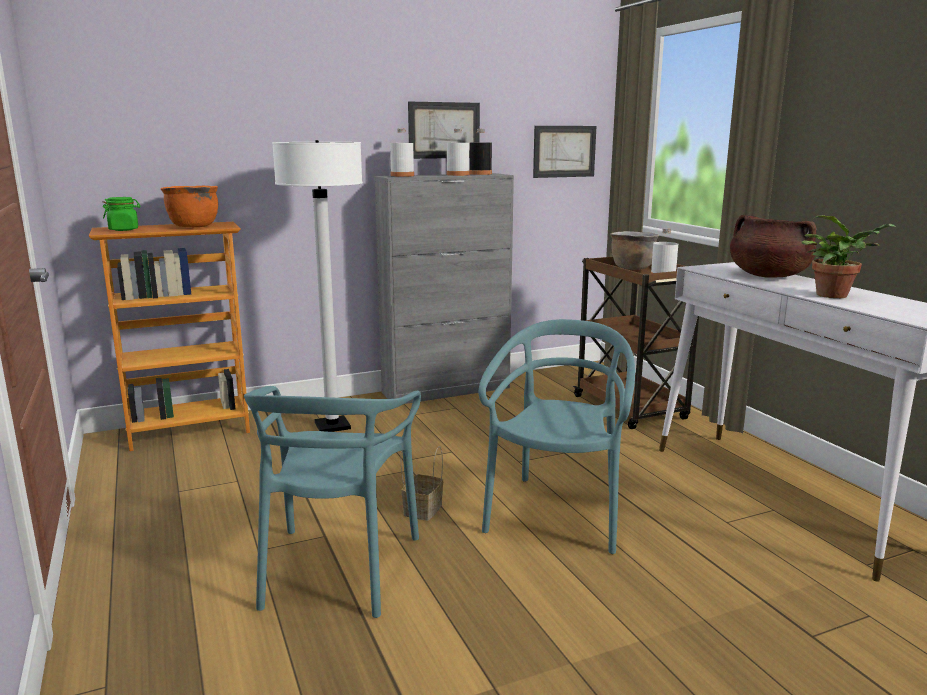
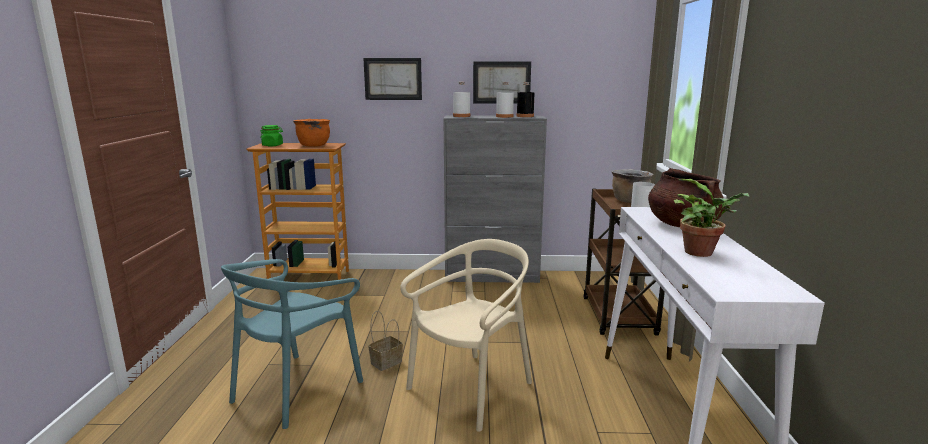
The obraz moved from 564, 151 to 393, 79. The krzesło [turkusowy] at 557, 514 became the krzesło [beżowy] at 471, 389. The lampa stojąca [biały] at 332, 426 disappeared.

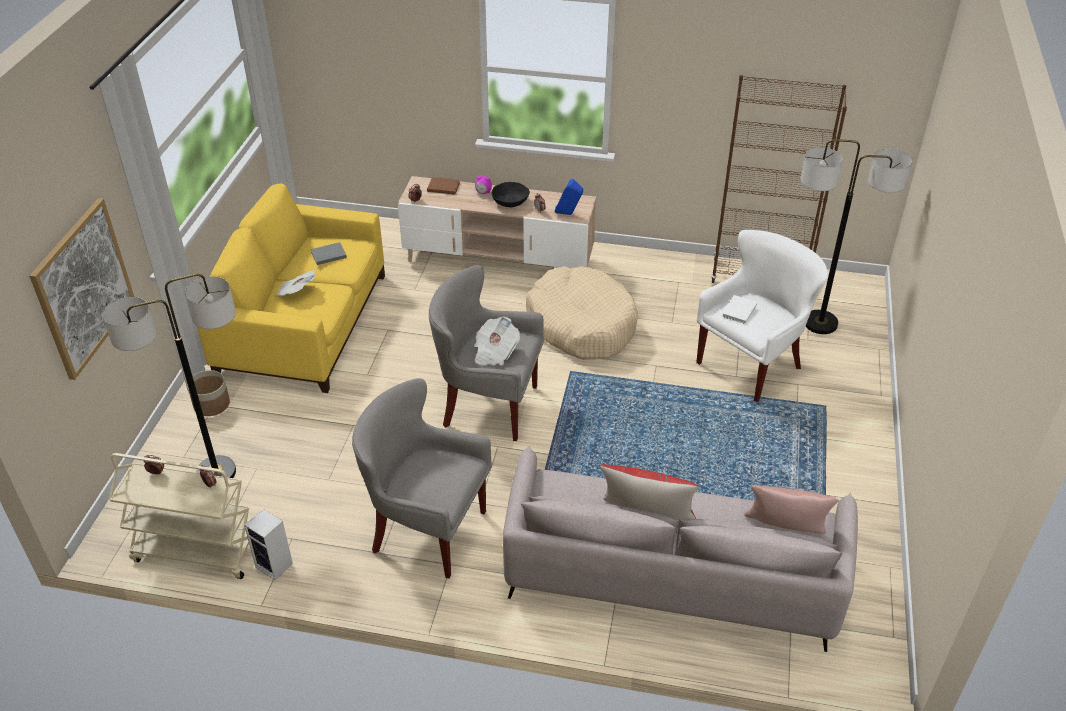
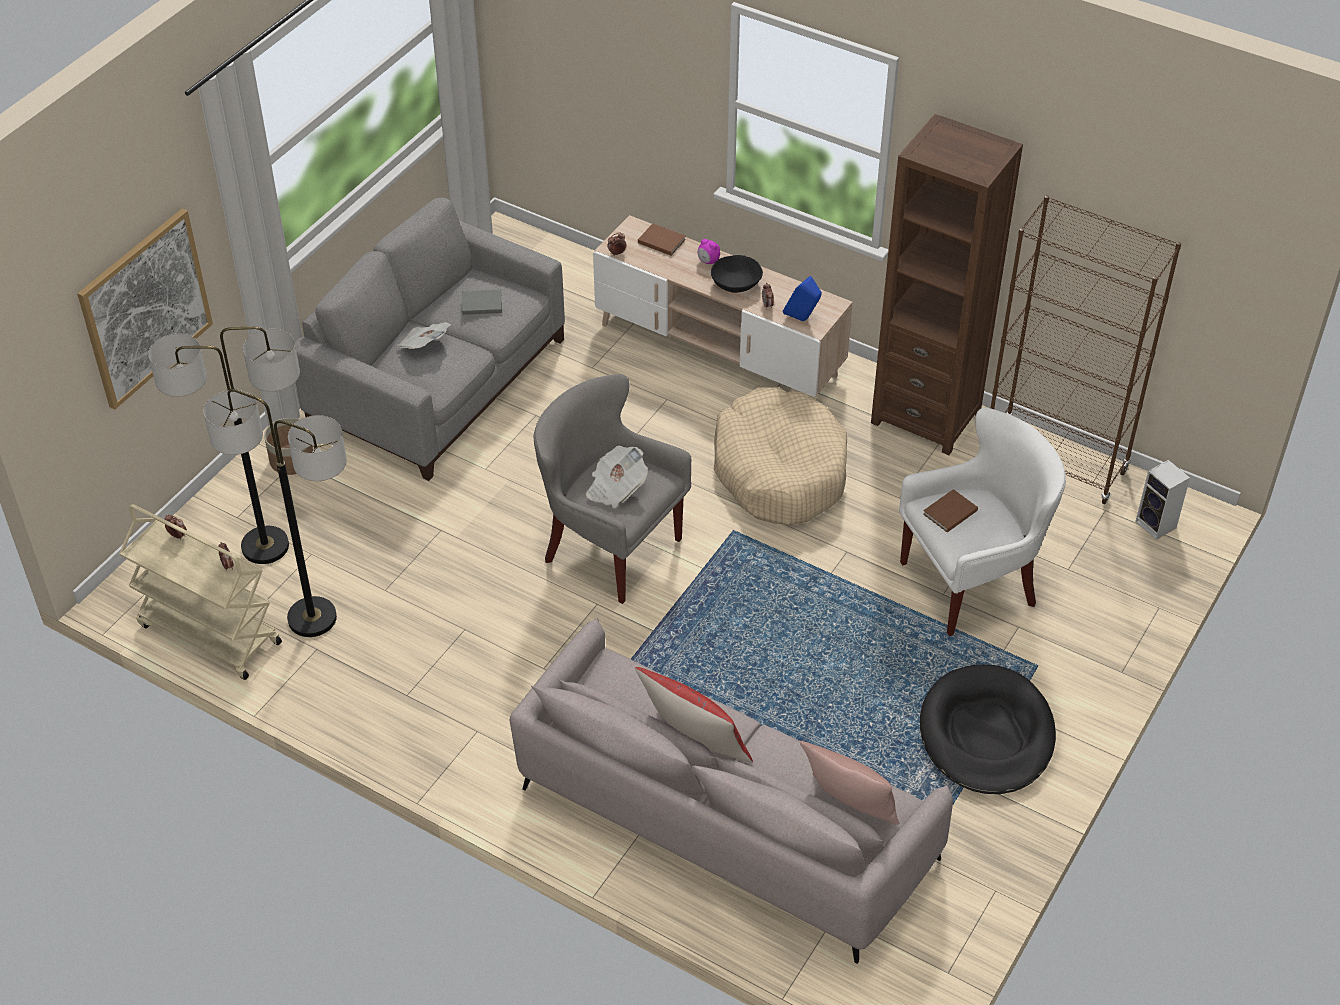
The lampa stojąca moved from 820, 323 to 312, 618. The kanapa [żółty] at 304, 323 became the kanapa [szary] at 439, 381. The regał [brązowy] at 926, 417 appeared. The legowisko [czarny] at 986, 734 appeared. The książka [biały] at 738, 311 became the książka [brązowy] at 948, 512. The głośnik moved from 275, 565 to 1157, 525. The fotel [szary] at 427, 530 disappeared.

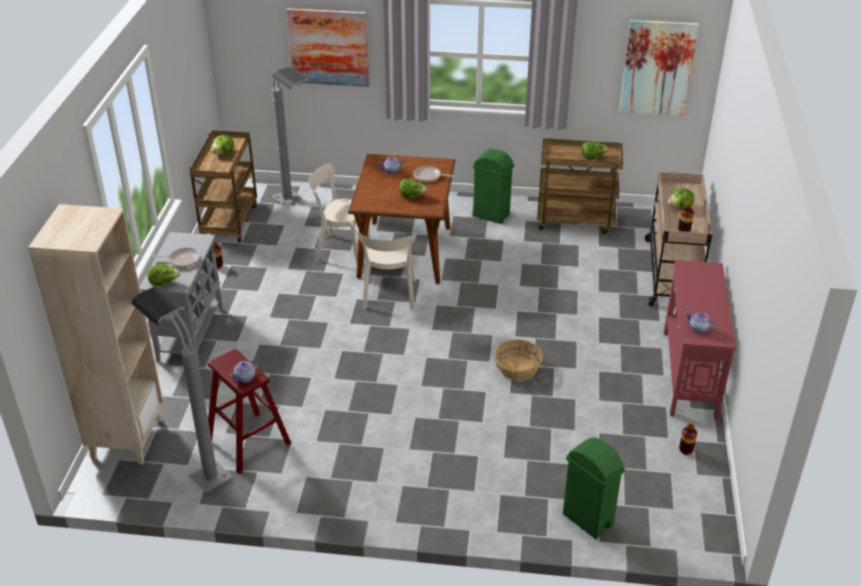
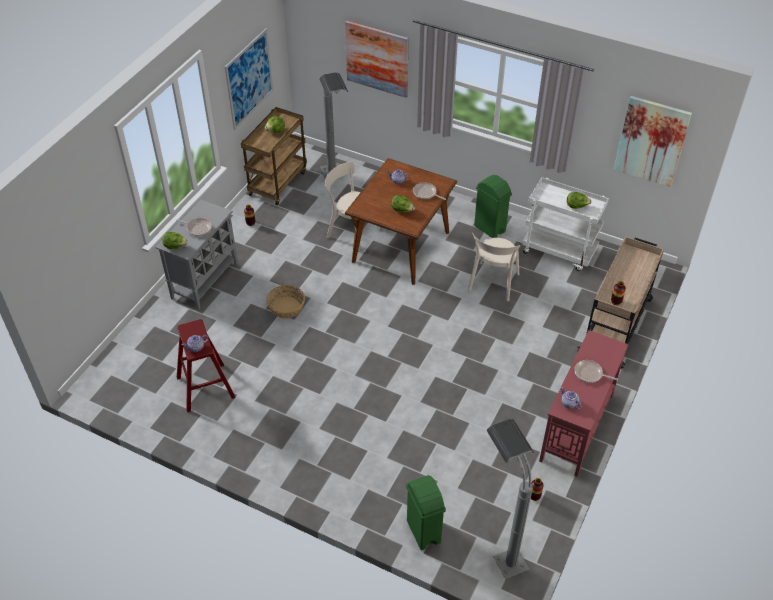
The obraz at 249, 79 appeared. The koszyk moved from 517, 368 to 286, 307. The krzesło [beżowy] moved from 389, 297 to 493, 284. The lampa stojąca [szary] moved from 198, 467 to 501, 548. The wózek [brązowy] at 575, 220 became the wózek [biały] at 559, 251. The patelnia at 590, 374 appeared. The regał [beżowy] at 127, 438 disappeared. The sałata at 680, 208 disappeared.

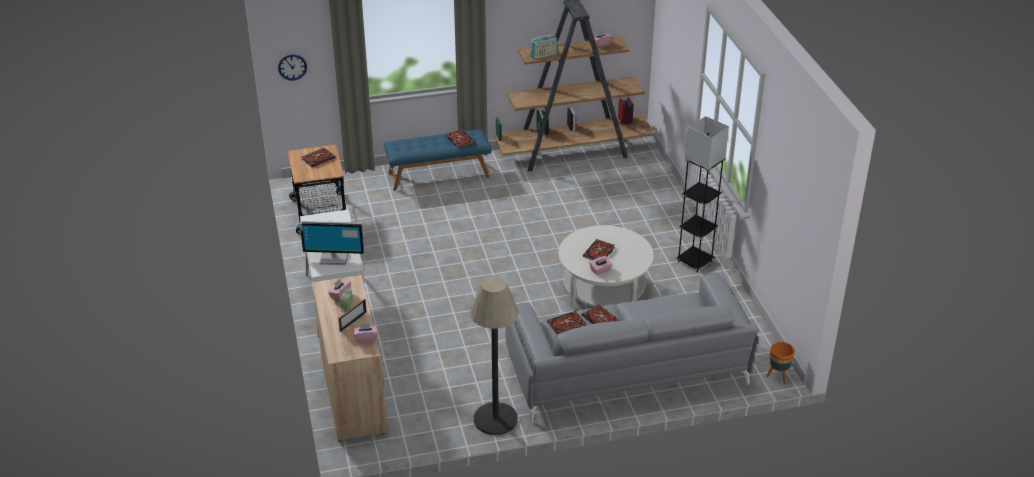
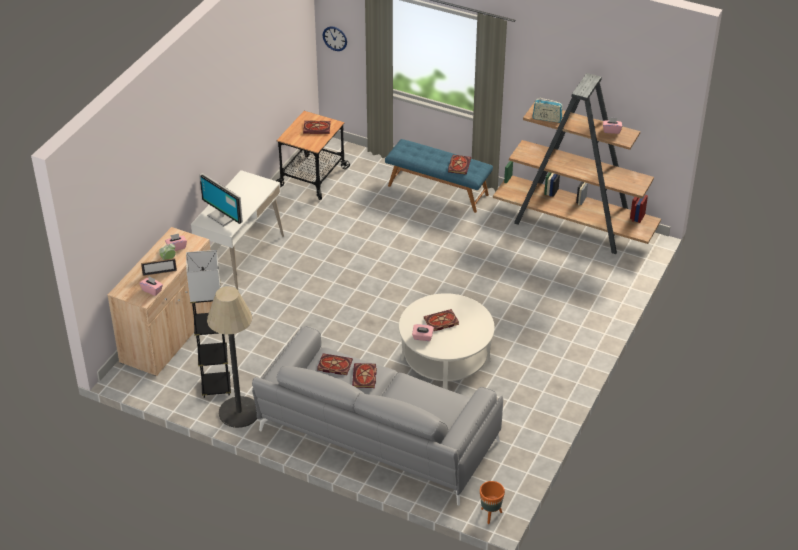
The lampa stojąca [czarny] moved from 694, 261 to 216, 387.

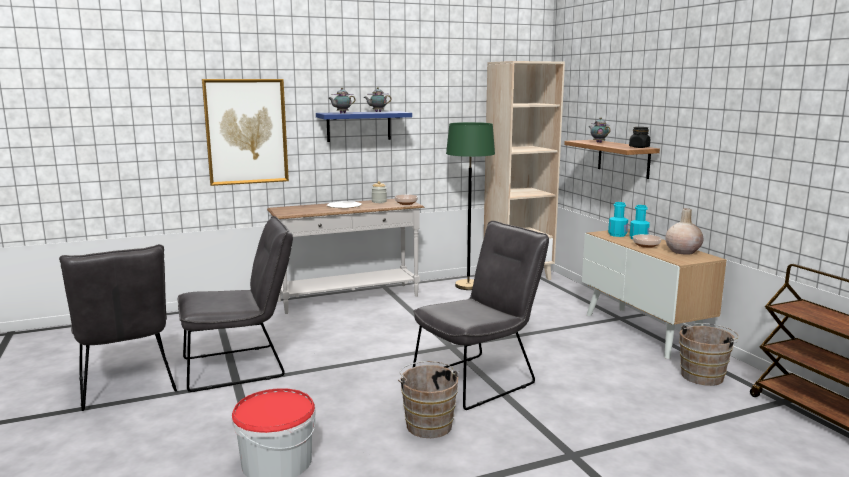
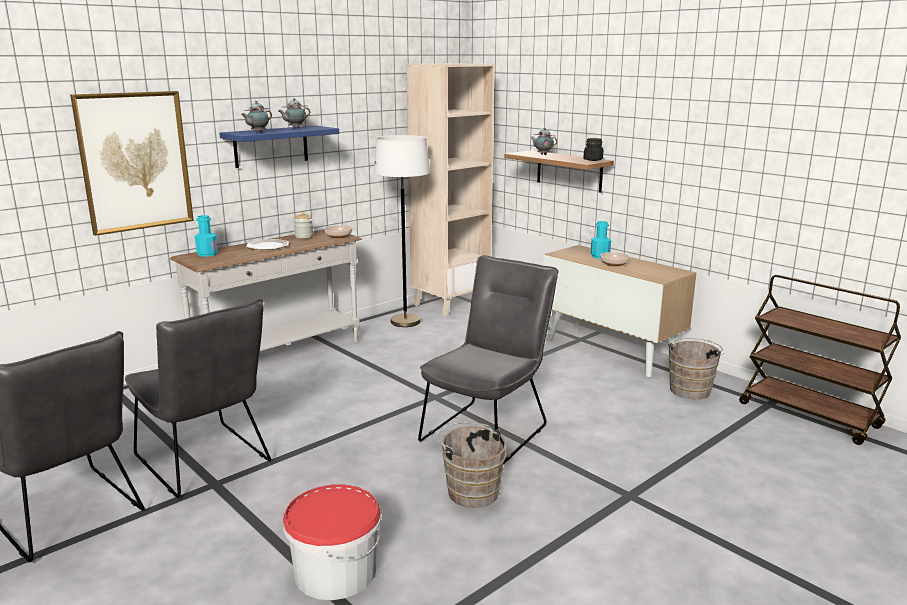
The krzesło [szary] at 241, 366 turned 90 degrees clockwise. The butelka [turkusowy] moved from 617, 235 to 207, 254. The lampa stojąca [zielony] at 468, 286 became the lampa stojąca [biały] at 405, 322. The wazon [beżowy] at 682, 251 disappeared.

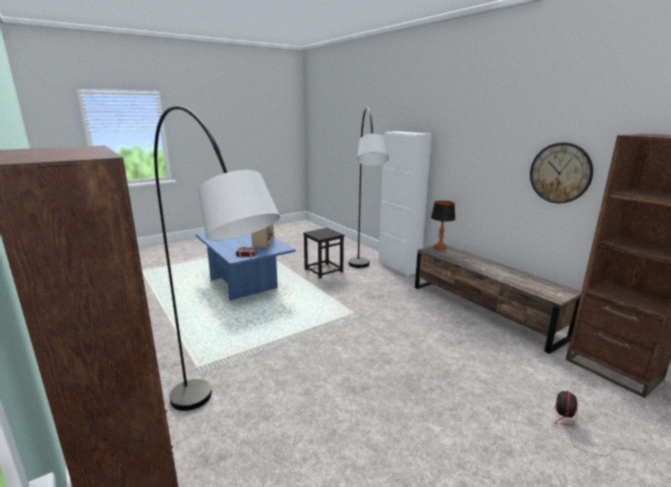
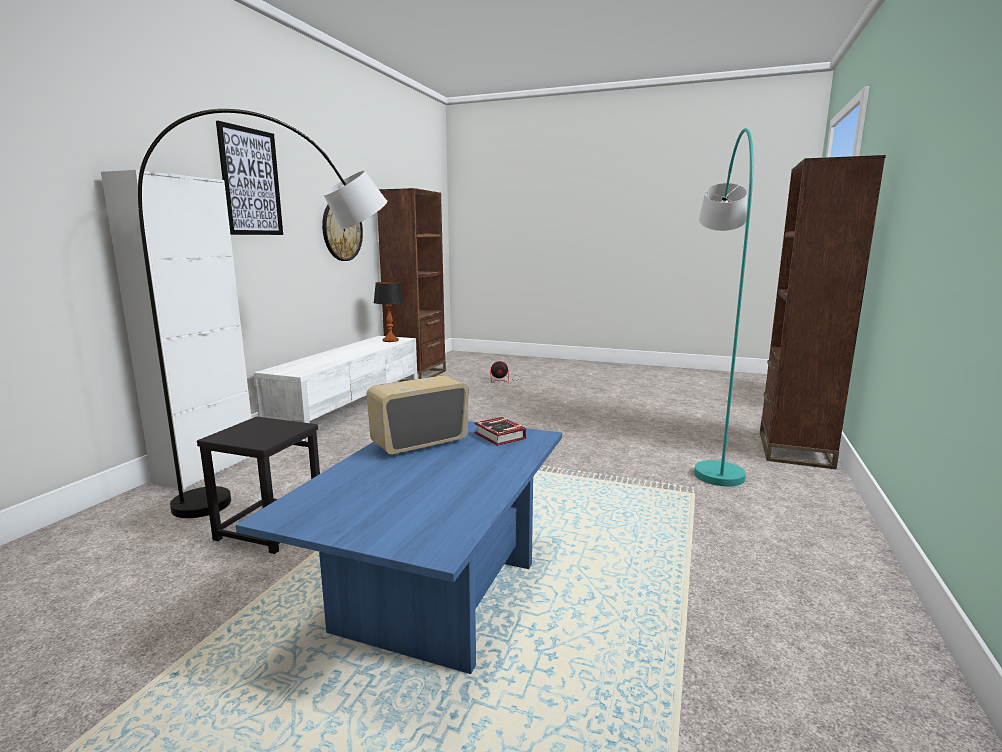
The obraz at 251, 182 appeared. The szafka pod telewizor [brązowy] at 484, 310 became the szafka pod telewizor [biały] at 351, 407. The lampa stołowa moved from 440, 247 to 390, 340. The lampa stojąca [szary] at 224, 441 became the lampa stojąca [turkusowy] at 709, 444.

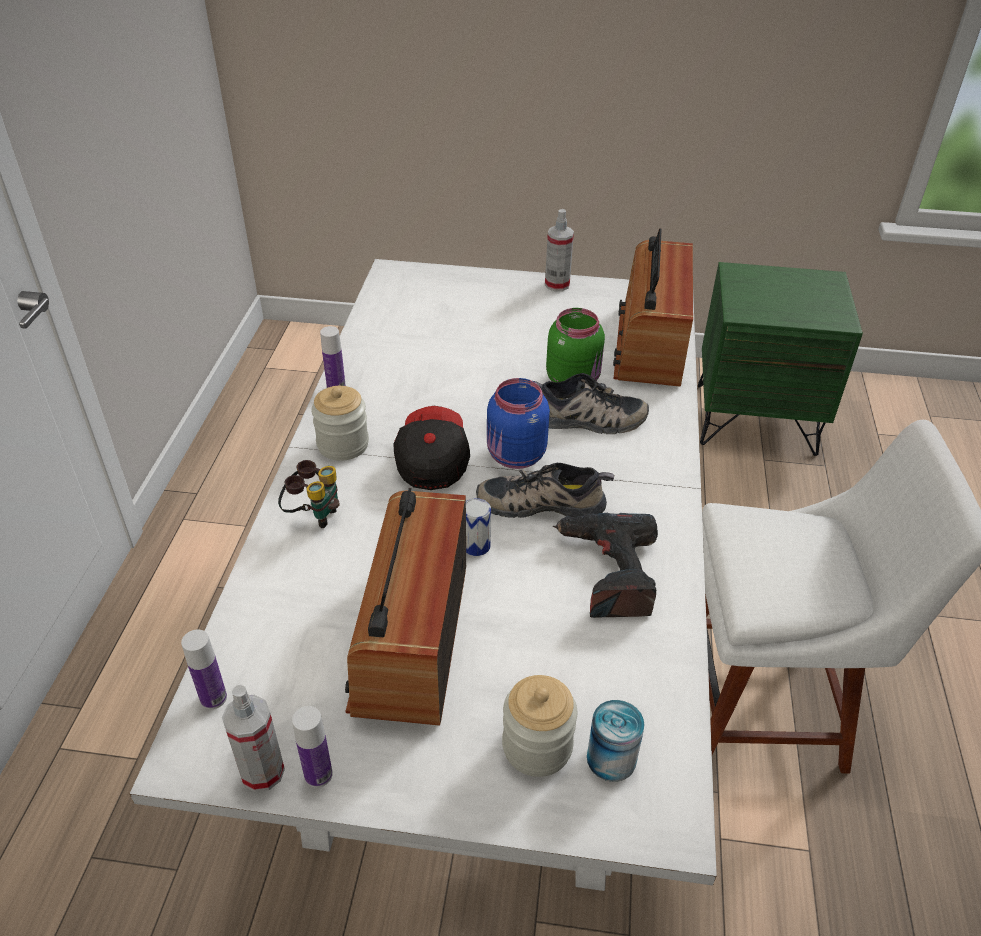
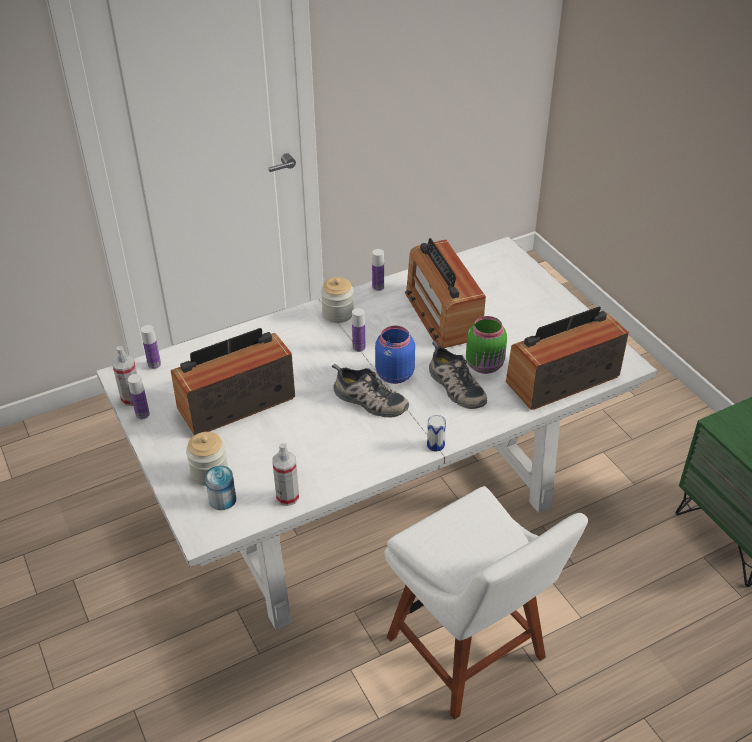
The spryskiwacz moved from 557, 284 to 287, 497. The but at 542, 502 turned 150 degrees clockwise. The czapka z daszkiem at 431, 460 was replaced by the butelka at 359, 347. The radio at 442, 314 appeared. The puszka moved from 476, 546 to 435, 445. The lornetka at 313, 514 disappeared. The wiertarka at 609, 572 disappeared.

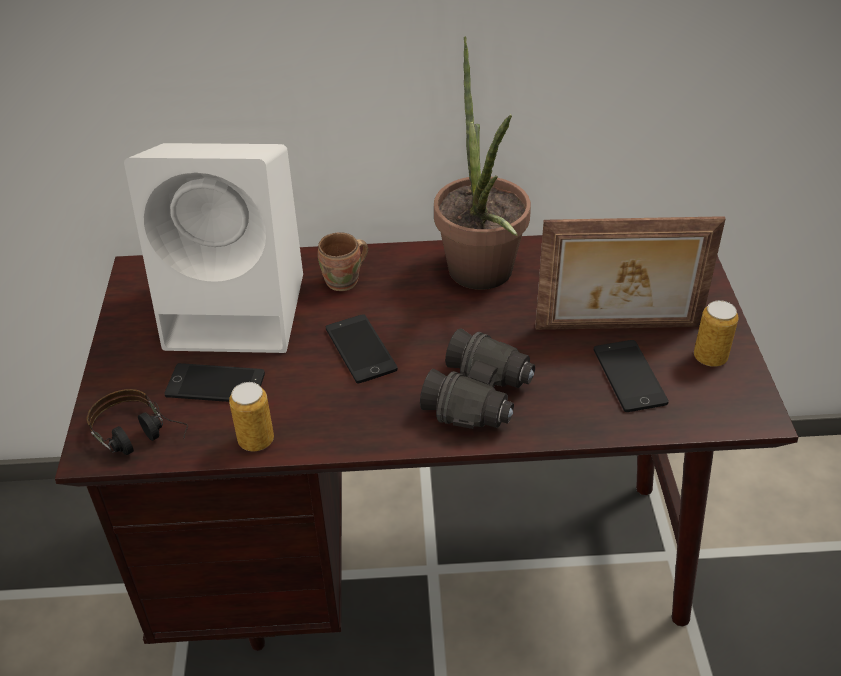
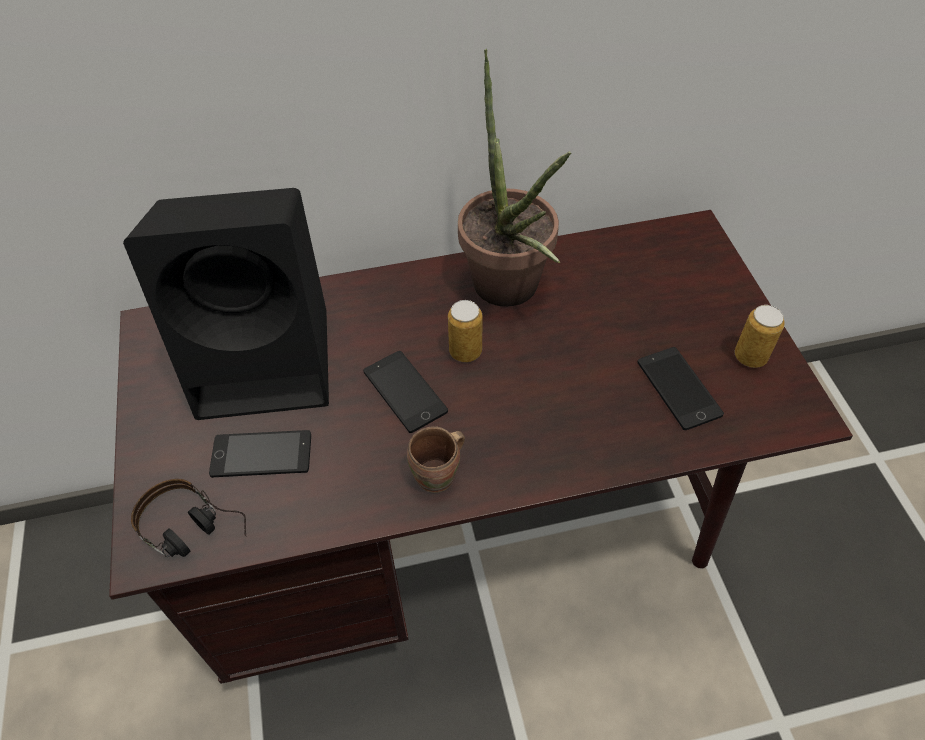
The głośnik [biały] at 240, 310 became the głośnik [czarny] at 269, 361. The kubek [brązowy] moved from 345, 282 to 439, 476. The puszka moved from 256, 440 to 465, 351. The lornetka [czarny] at 480, 396 disappeared. The ramka na zdjęcie at 618, 329 disappeared.

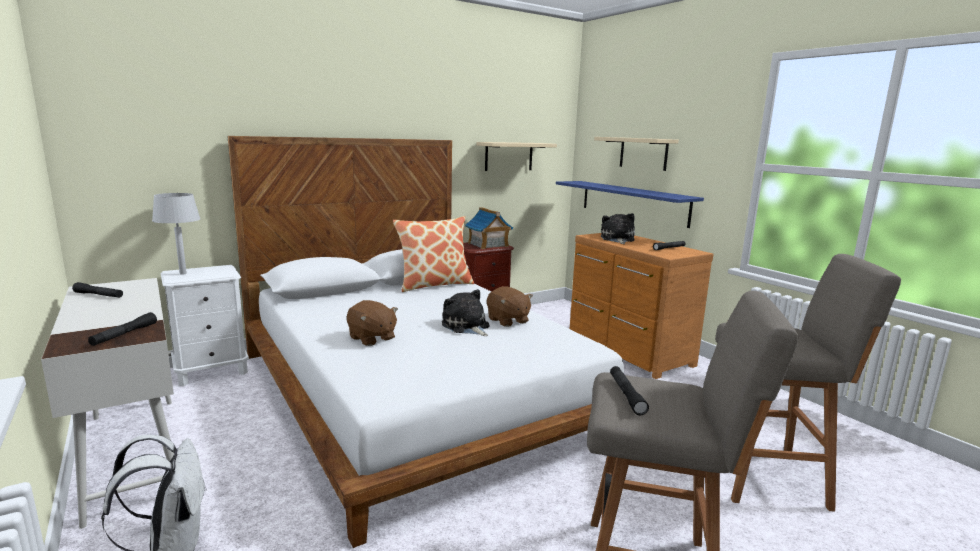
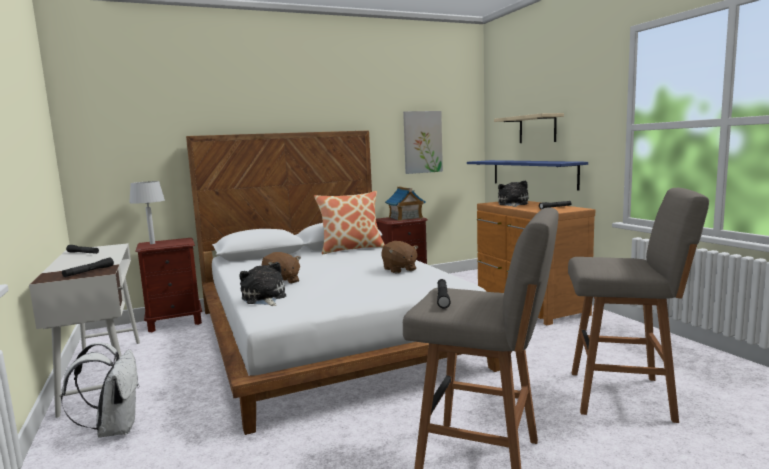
The szafka nocna [biały] at 212, 371 became the szafka nocna [brązowy] at 175, 322. The pluszak moved from 466, 326 to 264, 298. The półka [beżowy] at 509, 156 was replaced by the obraz at 422, 142.

